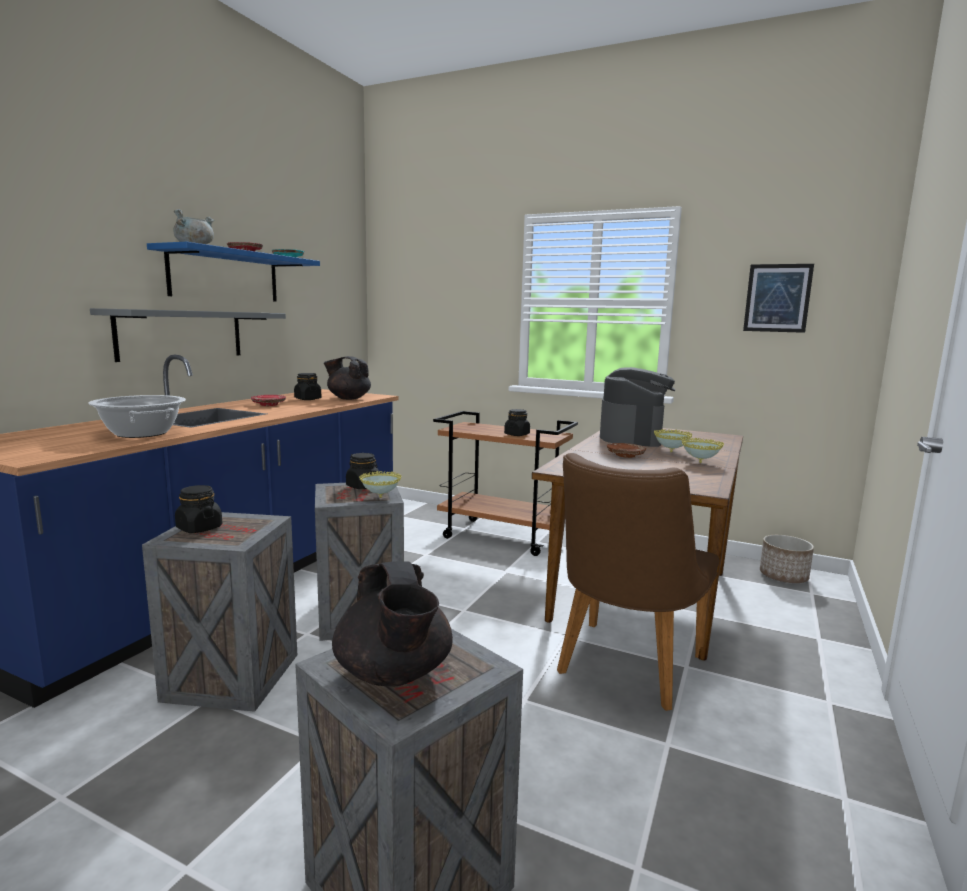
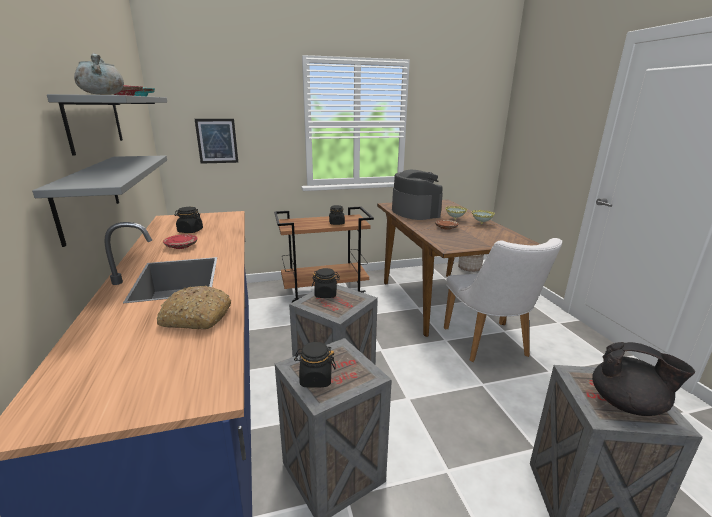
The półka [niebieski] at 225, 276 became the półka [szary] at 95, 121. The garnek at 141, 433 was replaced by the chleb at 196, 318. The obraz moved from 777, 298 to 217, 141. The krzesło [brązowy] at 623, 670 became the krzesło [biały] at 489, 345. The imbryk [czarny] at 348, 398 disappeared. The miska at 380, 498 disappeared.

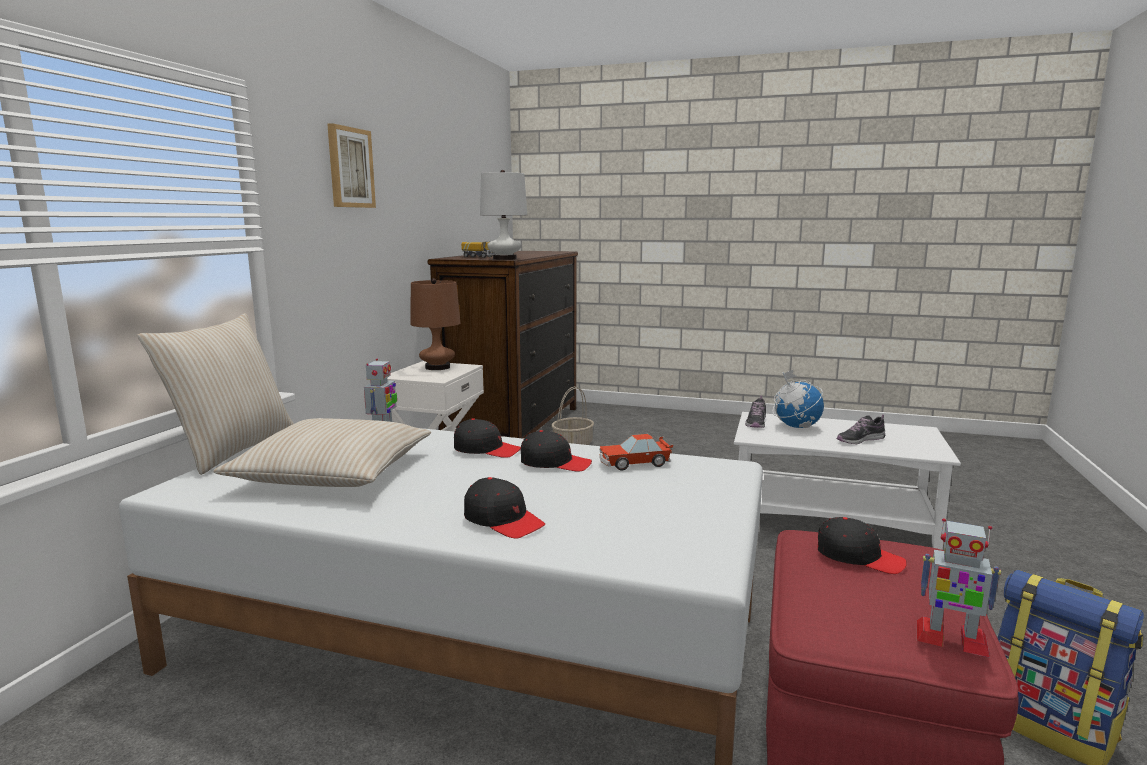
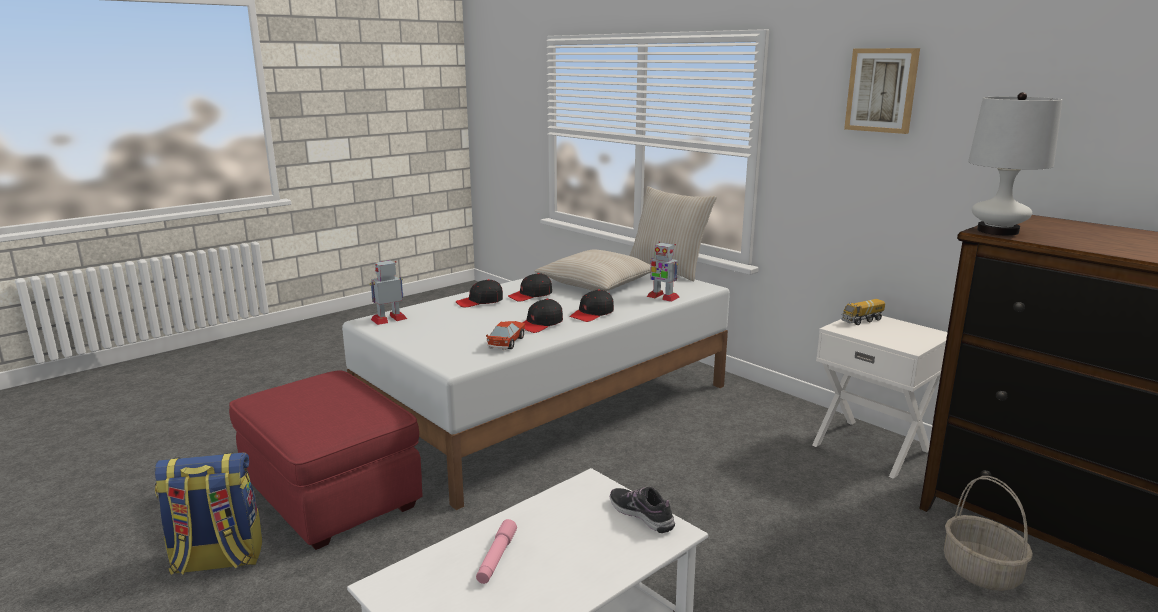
The robot zabawkowy moved from 950, 638 to 389, 319. The but at 860, 440 was replaced by the latarka [różowy] at 496, 557. The czapka z daszkiem [czarny] moved from 859, 557 to 530, 295. The ciężarówka zabawkowa moved from 478, 257 to 862, 321. The lampa stołowa [brązowy] at 437, 367 disappeared. The globus at 796, 427 disappeared.

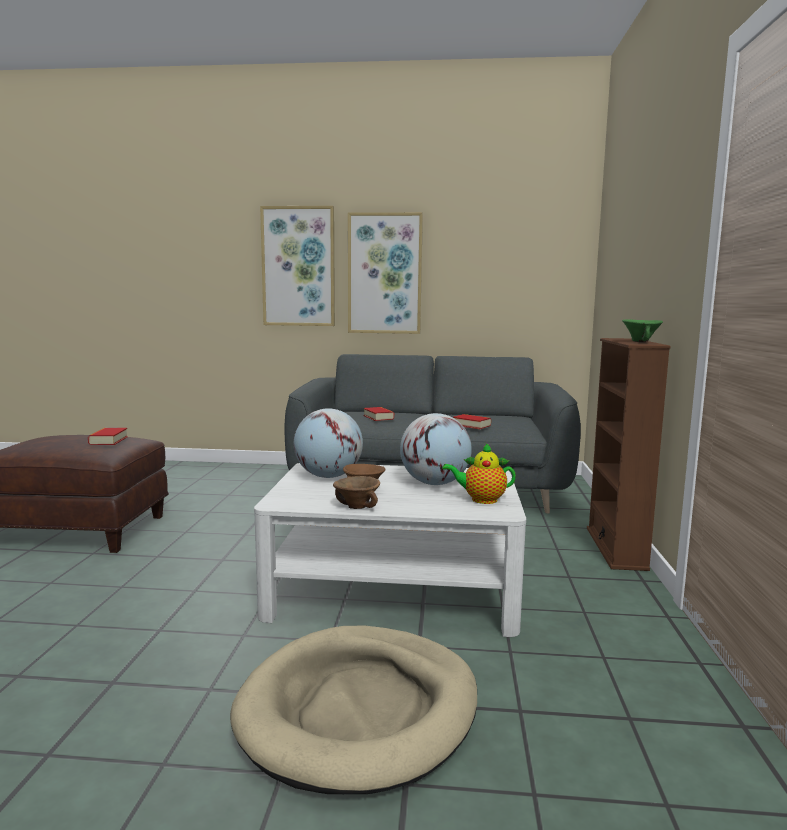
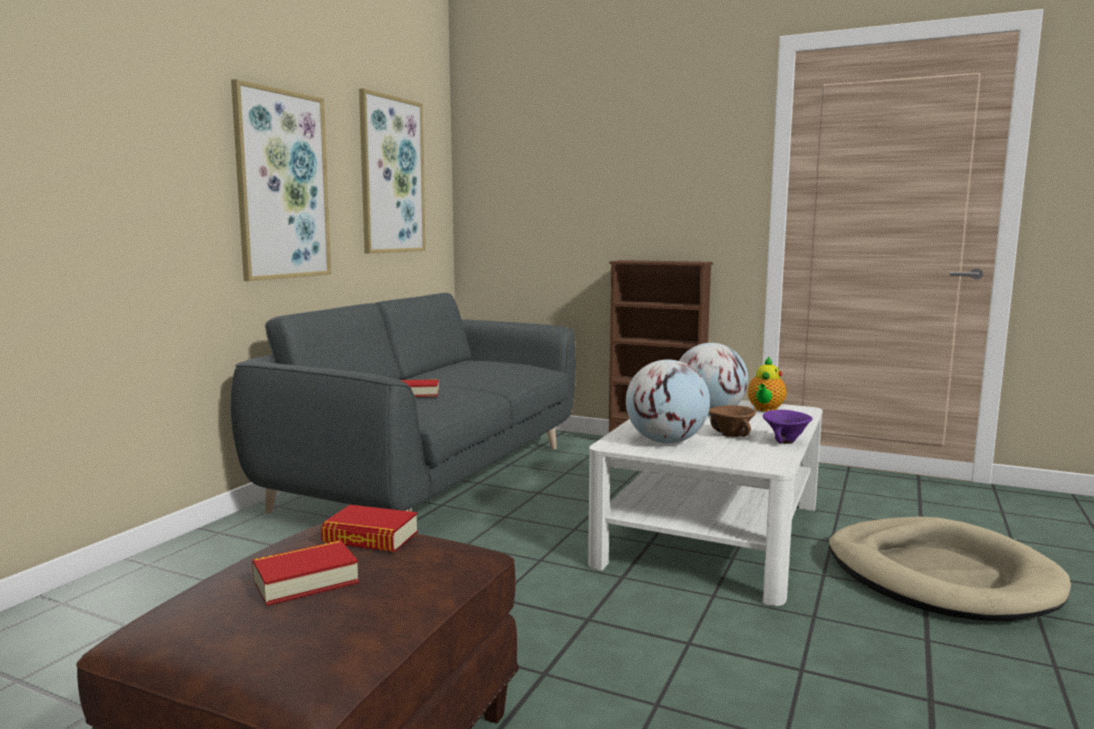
The książka moved from 471, 425 to 306, 581. The obraz moved from 298, 267 to 391, 175. The miska [brązowy] at 357, 507 became the miska [fioletowy] at 785, 441. The miska [zielony] at 640, 342 disappeared.

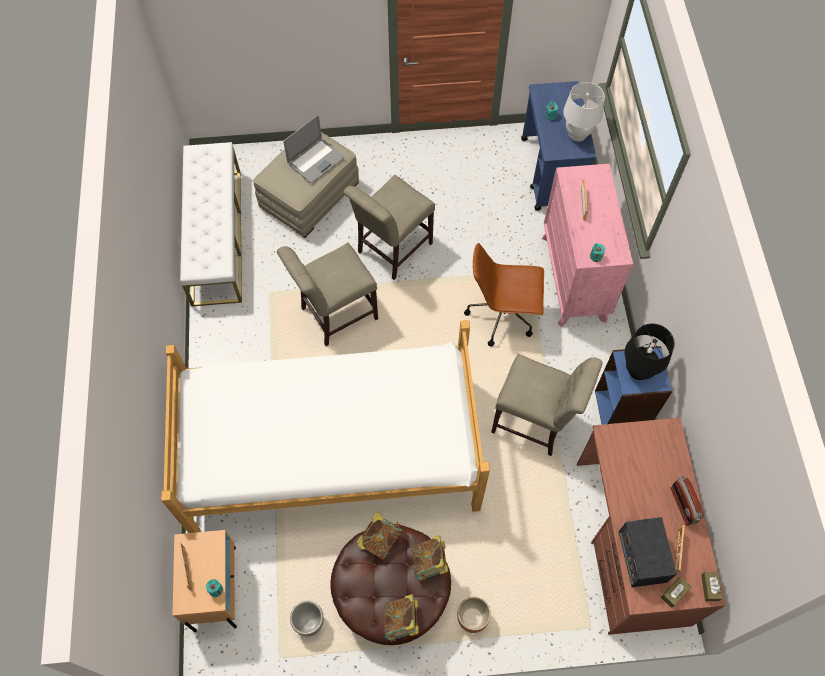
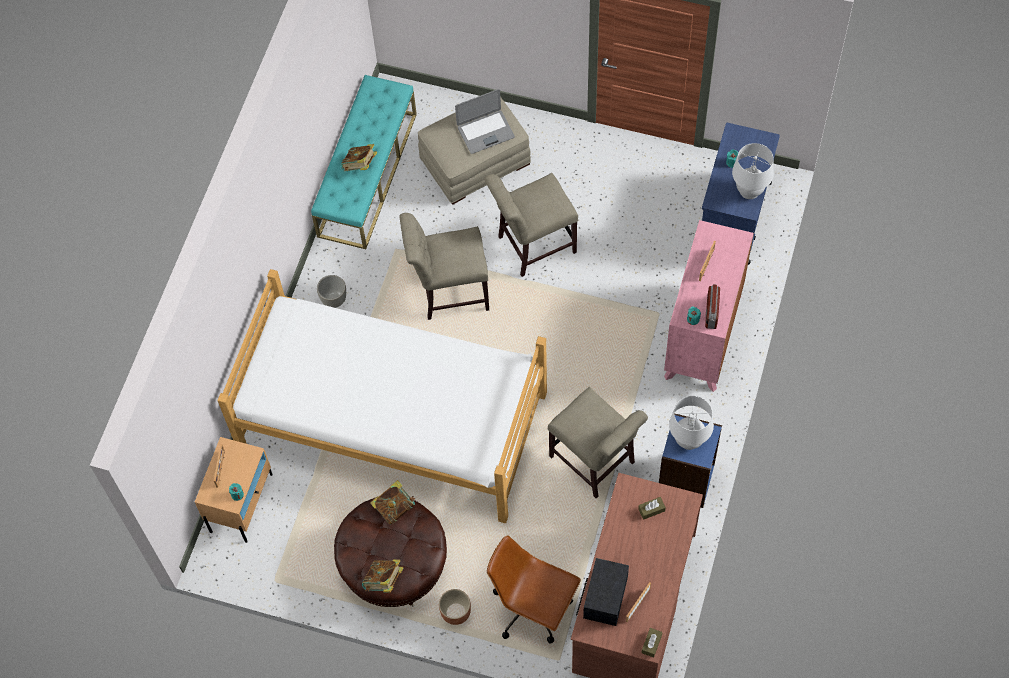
The ławka [biały] at 216, 236 became the ławka [turkusowy] at 367, 174. The donica [szary] moved from 309, 622 to 334, 299. The książka moved from 429, 562 to 360, 166. The krzesło biurowe [brązowy] moved from 502, 315 to 533, 608. The pudełko chusteczek [brązowy] moved from 674, 593 to 651, 510. The lampa stołowa [czarny] at 638, 370 became the lampa stołowa [biały] at 689, 439. The radio moved from 682, 505 to 711, 312.

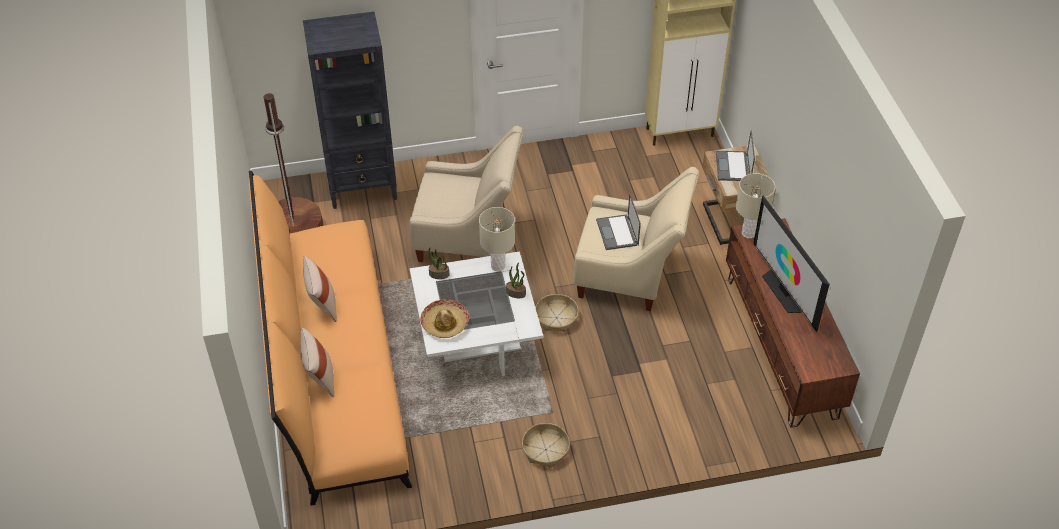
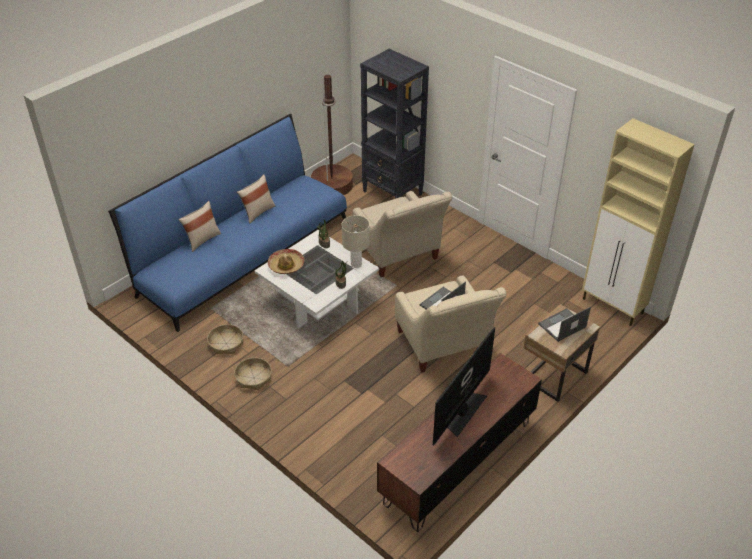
The kanapa [pomarańczowy] at 334, 366 became the kanapa [niebieski] at 242, 254. The koszyk moved from 556, 318 to 226, 343. The lampa stołowa [beżowy] at 749, 233 disappeared.

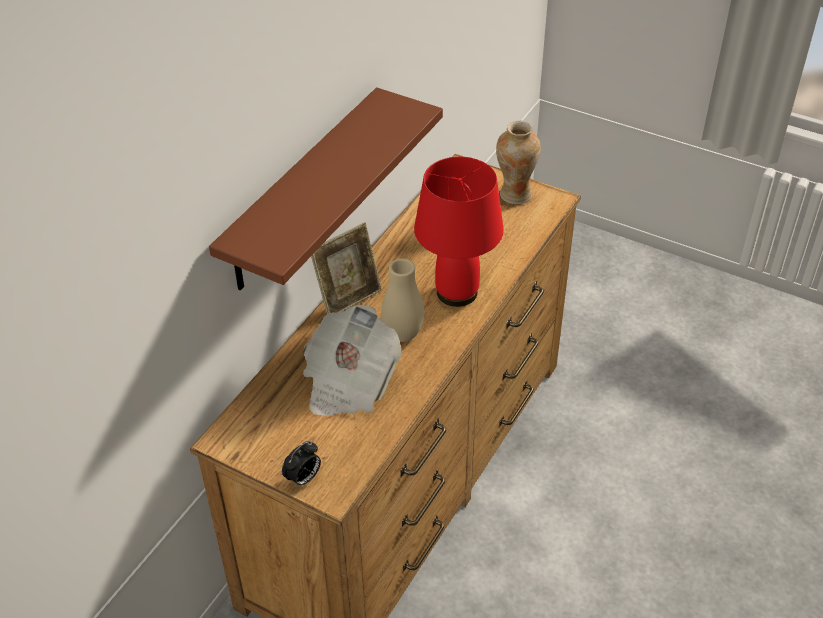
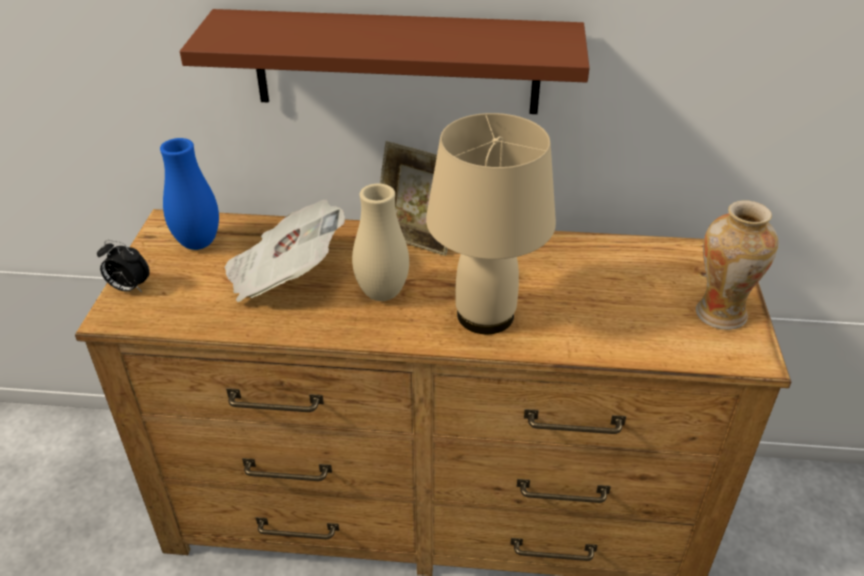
The wazon [niebieski] at 198, 243 appeared. The lampa stołowa [czerwony] at 457, 293 became the lampa stołowa [beżowy] at 484, 316.

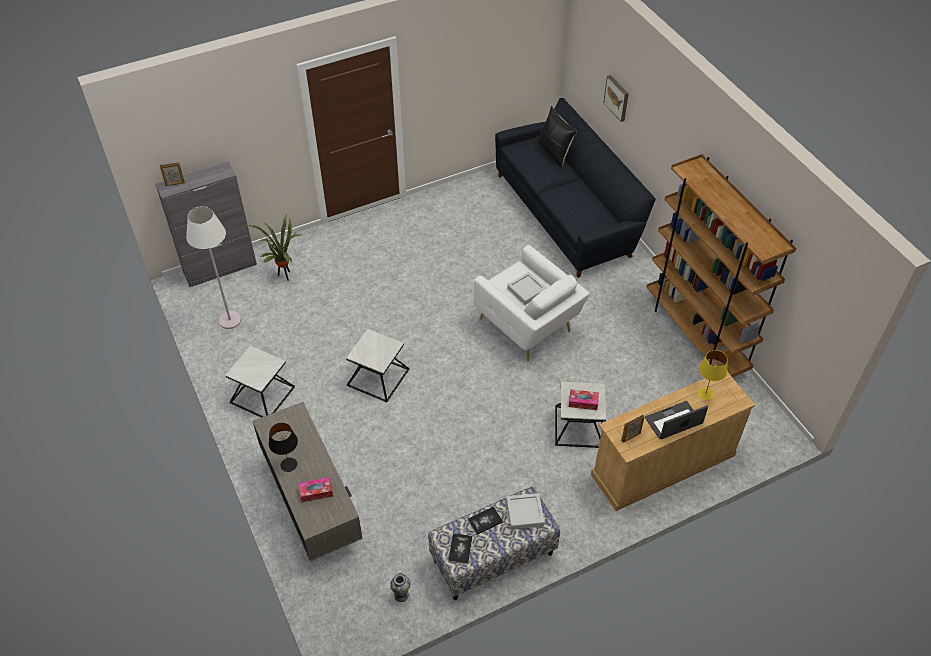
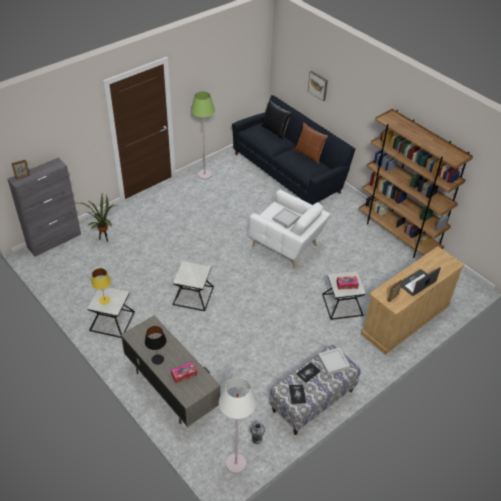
The lampa stołowa [żółty] moved from 705, 393 to 104, 300. The lampa stojąca [zielony] at 204, 174 appeared. The lampa stojąca [biały] moved from 229, 320 to 235, 463. The poduszka [brązowy] at 309, 154 appeared.

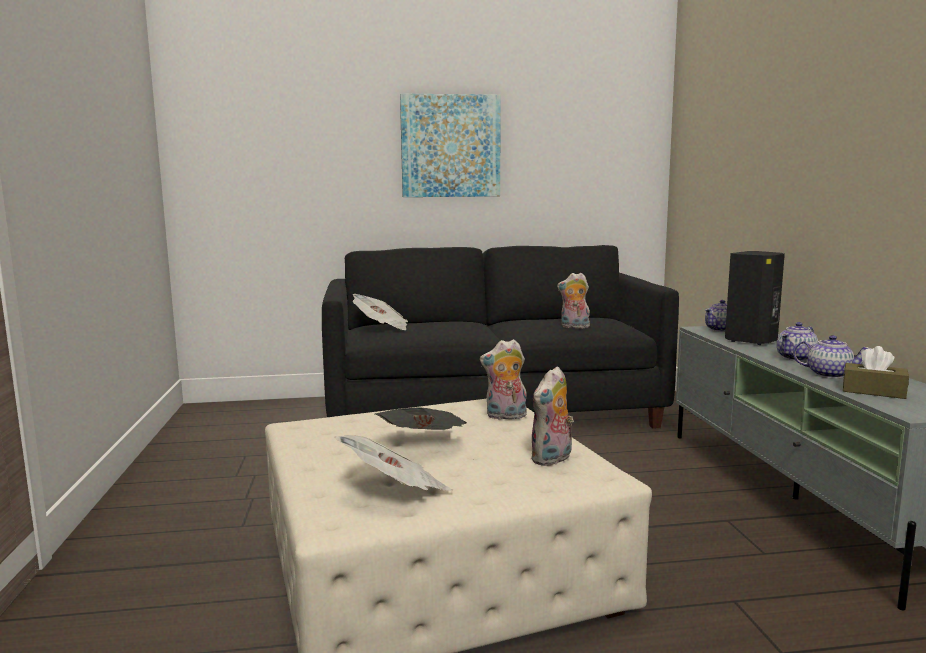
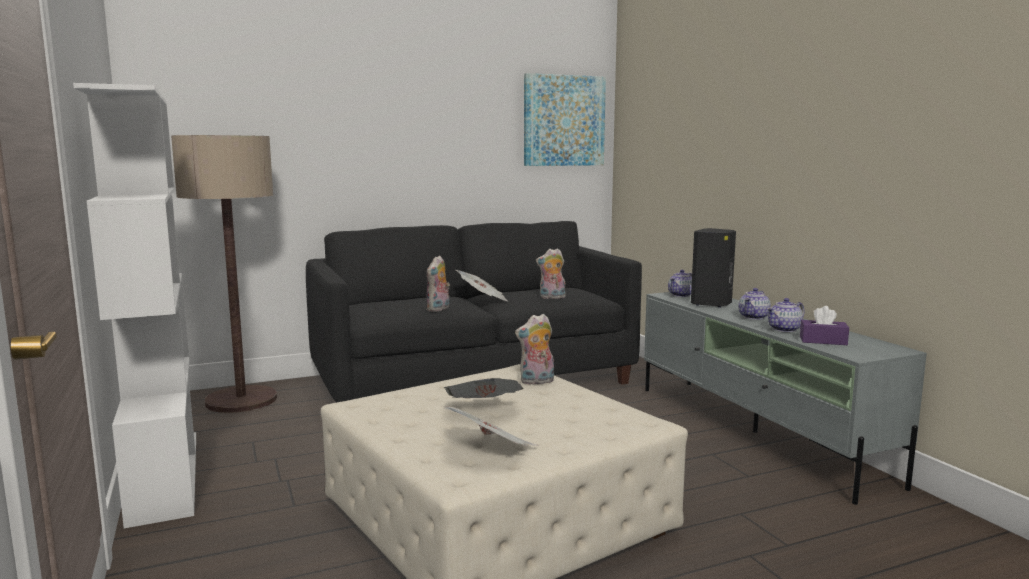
The regał [biały] at 163, 475 appeared. The lampa stojąca at 241, 400 appeared. The pluszak moved from 552, 459 to 439, 309. The gazeta moved from 382, 327 to 483, 300. The obraz moved from 450, 146 to 563, 121. The imbryk at 828, 374 turned 135 degrees clockwise. The pudełko chusteczek [brązowy] at 873, 391 became the pudełko chusteczek [fioletowy] at 823, 341.

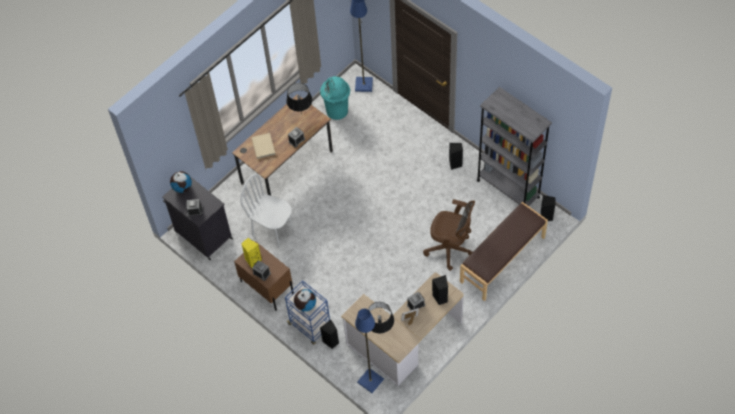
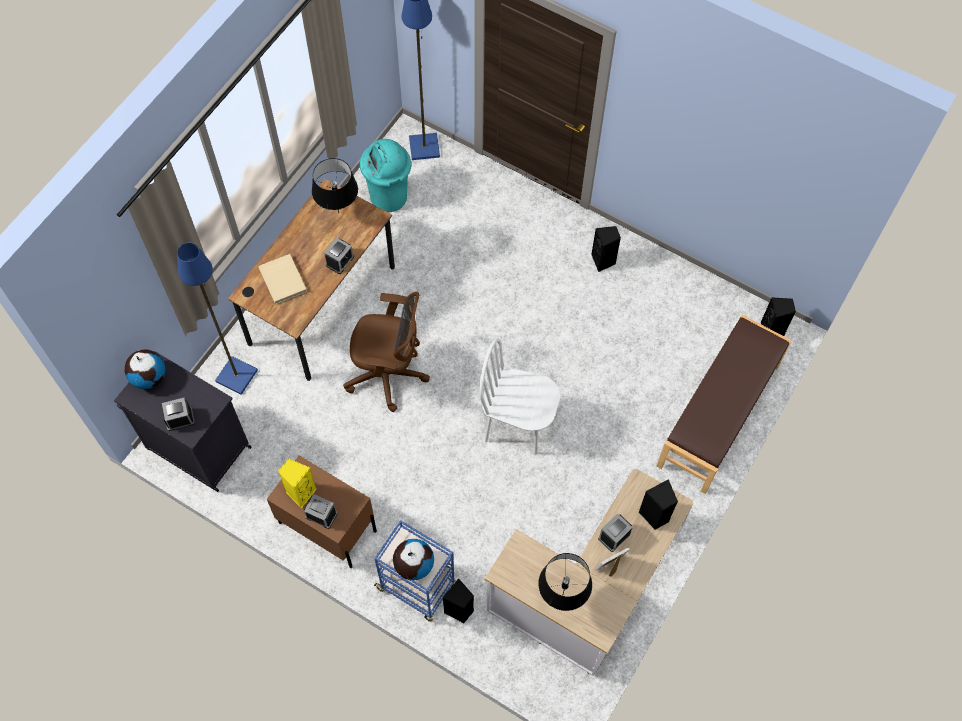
The lampa stojąca [niebieski] moved from 370, 380 to 236, 375. The krzesło biurowe [brązowy] moved from 450, 249 to 389, 374. The krzesło [biały] moved from 272, 230 to 517, 425. The regał [szary] at 508, 188 disappeared.

